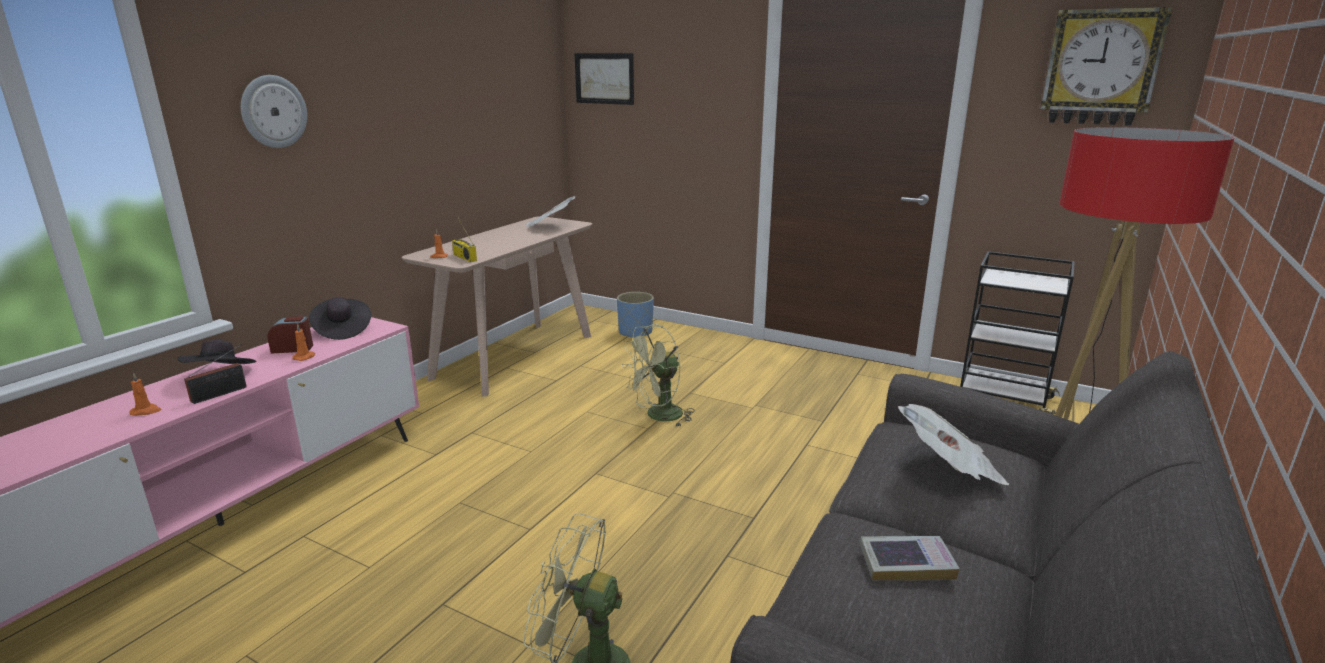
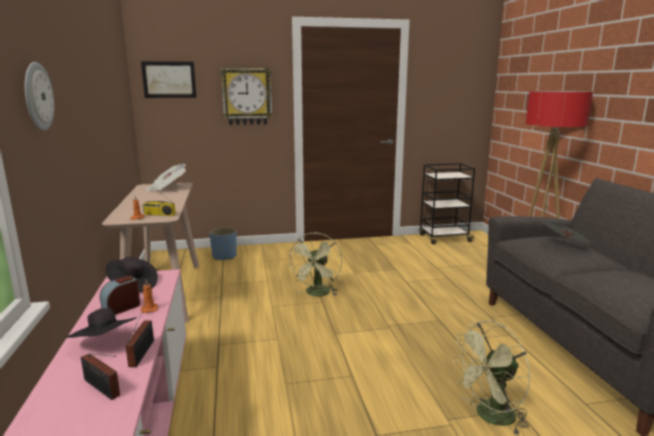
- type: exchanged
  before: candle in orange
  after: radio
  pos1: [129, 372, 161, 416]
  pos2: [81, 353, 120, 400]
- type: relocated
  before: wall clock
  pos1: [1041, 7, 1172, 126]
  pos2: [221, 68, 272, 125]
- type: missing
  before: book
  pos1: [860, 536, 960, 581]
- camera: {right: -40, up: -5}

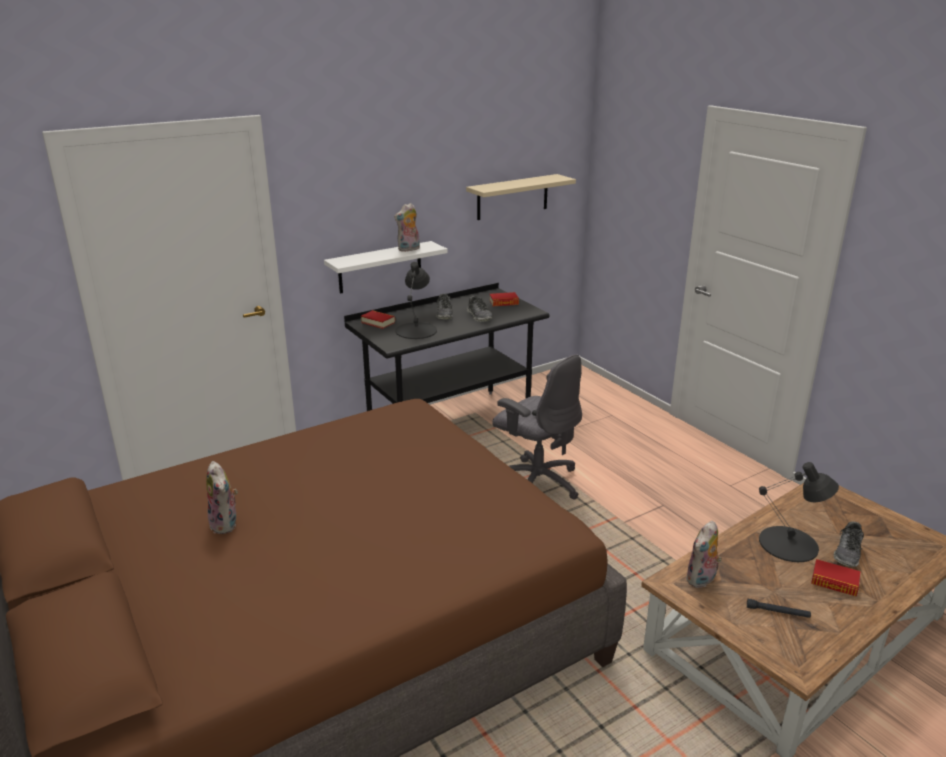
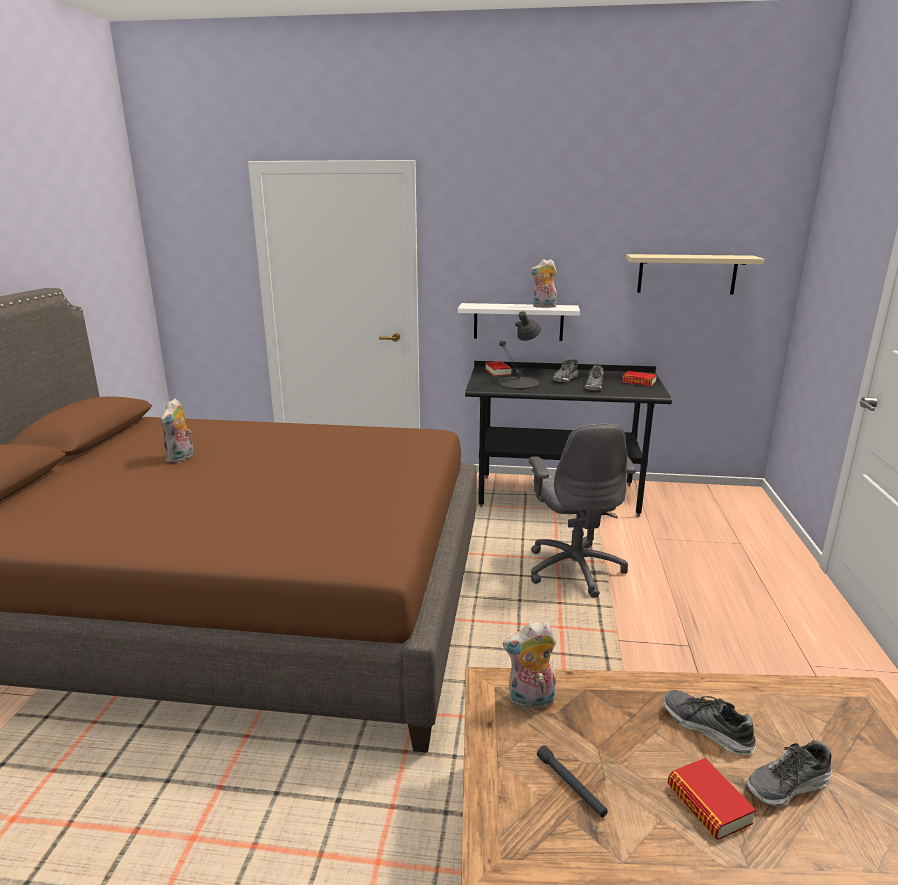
- type: exchanged
  before: table lamp in black
  after: shoe
  pos1: [759, 462, 839, 562]
  pos2: [663, 690, 756, 755]
- camera: {right: 40, up: -5}

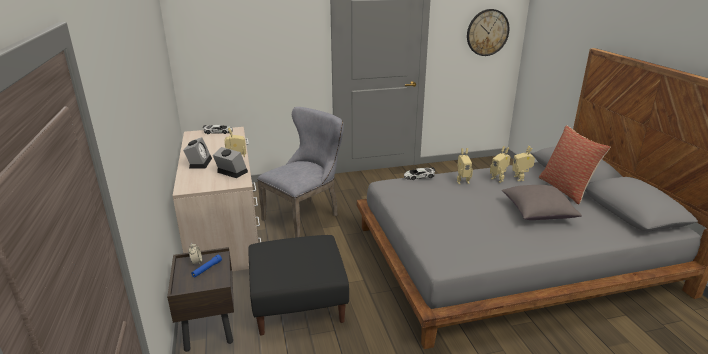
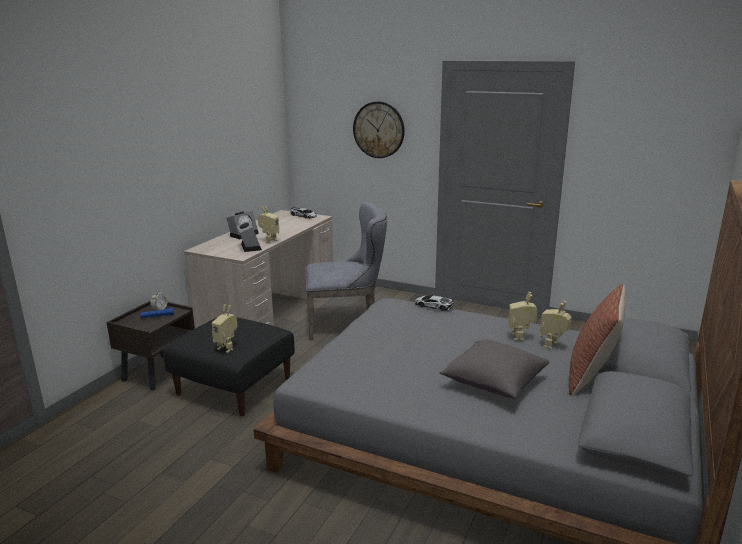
- type: relocated
  before: toy robot
  pos1: [457, 148, 473, 184]
  pos2: [212, 304, 237, 353]
- type: relocated
  before: wall clock
  pos1: [467, 9, 509, 56]
  pos2: [353, 101, 405, 158]
- camera: {right: 40, up: -5}

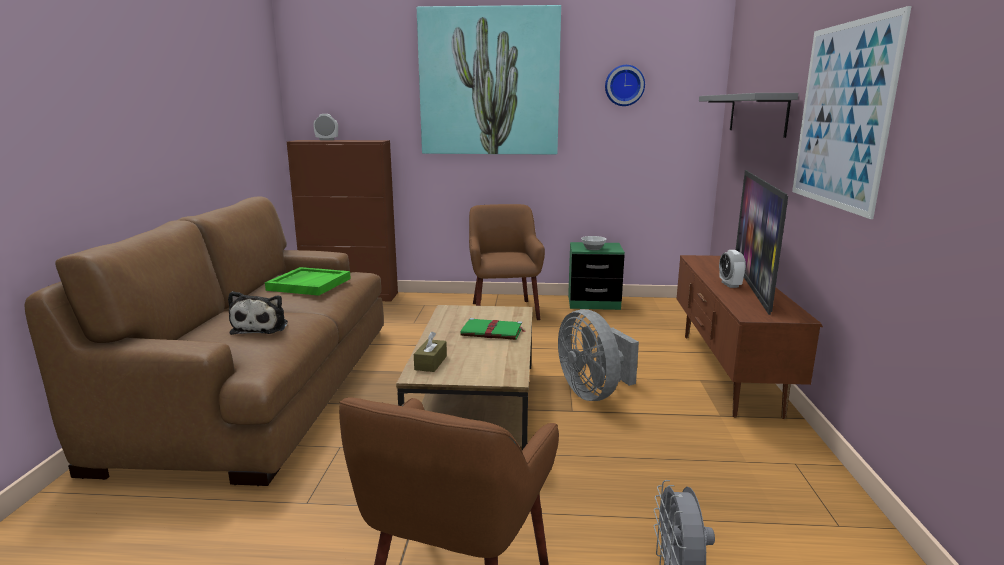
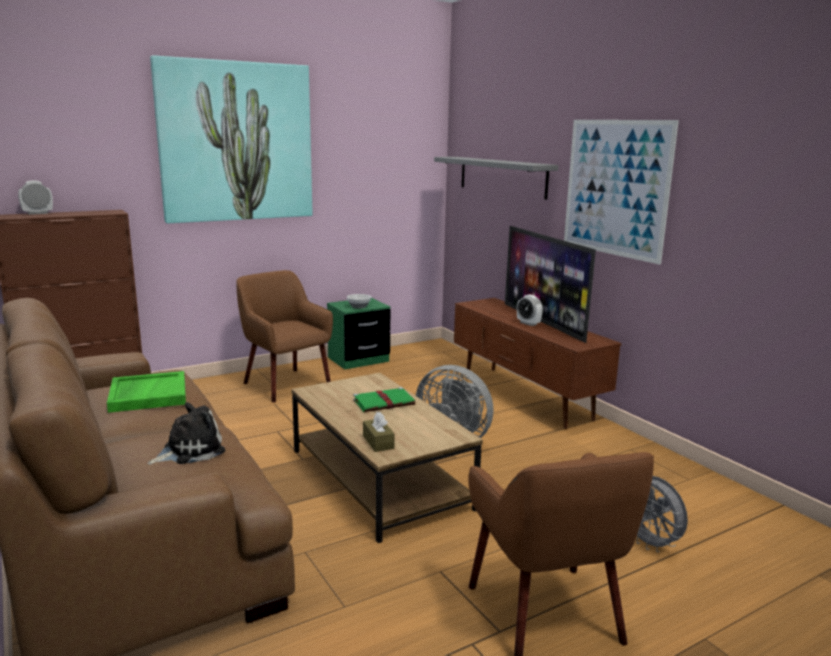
- type: spun
  before: plush toy
  pos1: [228, 291, 288, 335]
  pos2: [148, 402, 225, 465]
  turn: -90
- type: missing
  before: wall clock
  pos1: [605, 65, 645, 106]
- camera: {right: -35, up: 0}

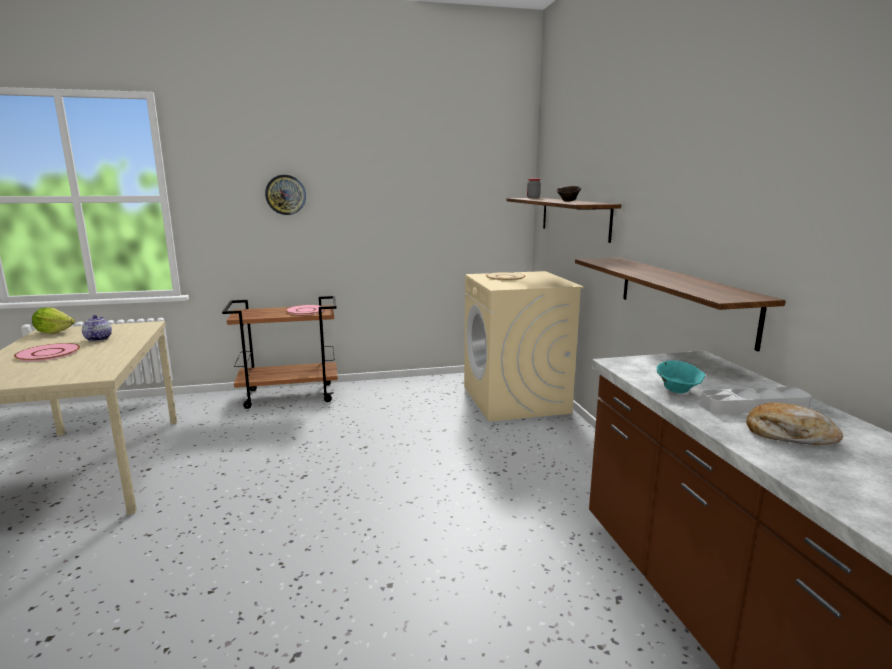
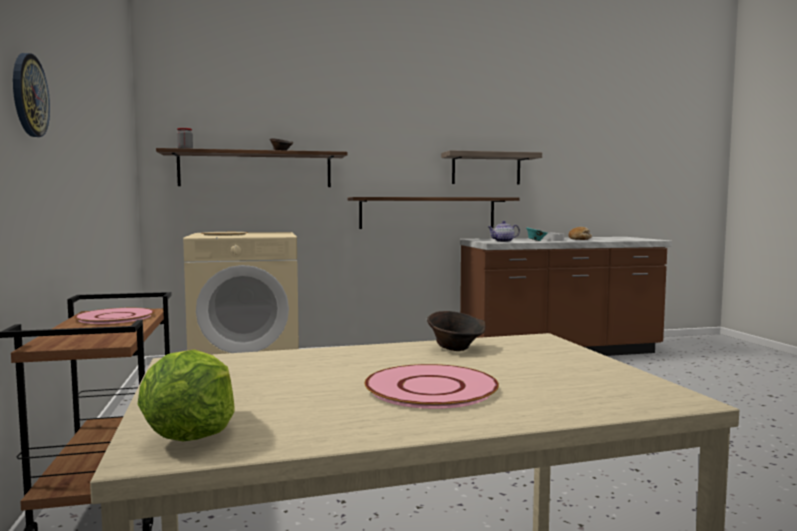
- type: appeared
  after: bowl in brown
  pos2: [427, 311, 485, 351]
- type: appeared
  after: shelf
  pos2: [441, 150, 542, 185]
- type: relocated
  before: teapot
  pos1: [82, 315, 112, 341]
  pos2: [488, 221, 520, 242]
- camera: {right: -90, up: -10}

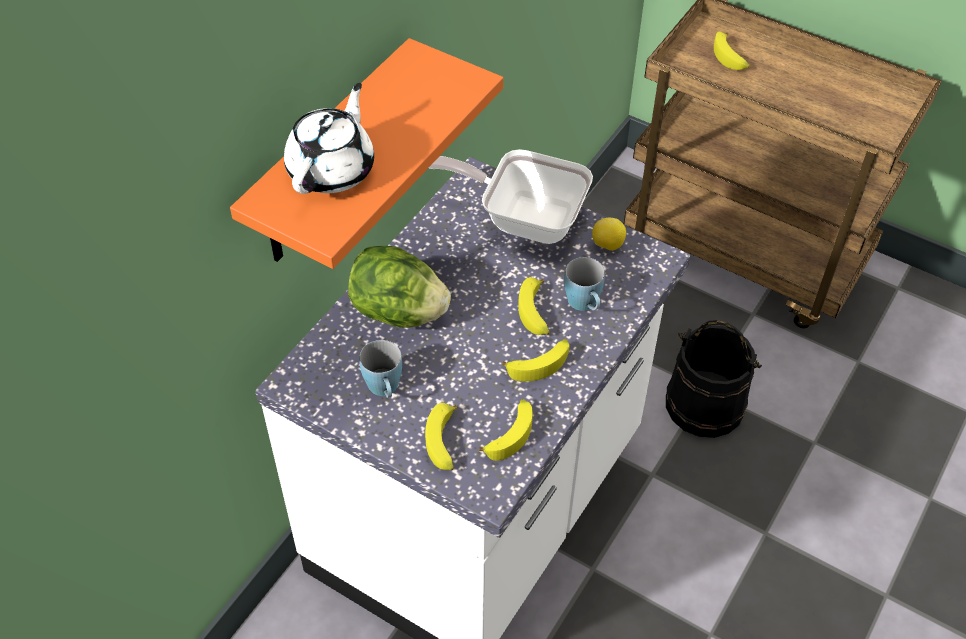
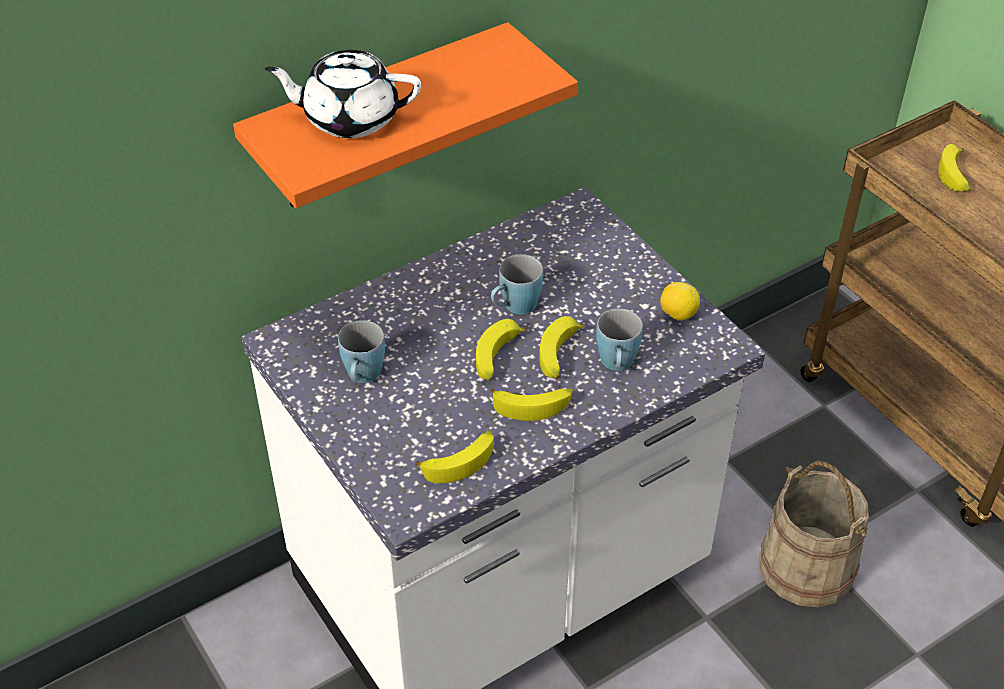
- type: spun
  before: teapot in white
  pos1: [284, 83, 374, 194]
  pos2: [265, 50, 421, 138]
  turn: -135
- type: relocated
  before: banana
  pos1: [425, 403, 458, 470]
  pos2: [476, 319, 525, 381]
- type: appeared
  after: mug in blue
  pos2: [491, 254, 543, 315]
- type: colour
  before: bucket in black
  after: bucket in beige
  pos1: [666, 320, 762, 438]
  pos2: [759, 461, 869, 607]
- type: missing
  before: lettuce
  pos1: [348, 246, 451, 328]
- type: missing
  before: frying pan
  pos1: [429, 149, 593, 244]
- camera: {right: 25, up: -5}

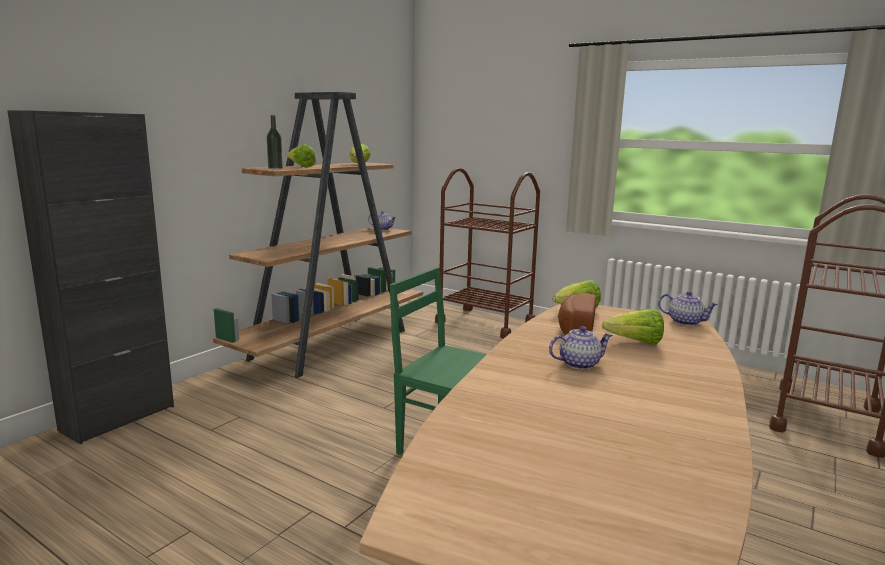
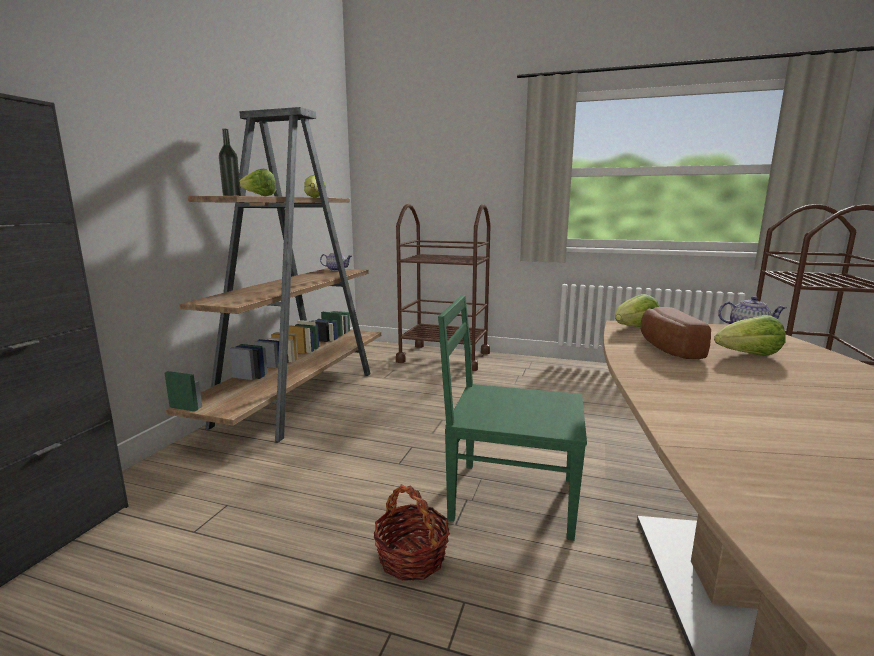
- type: appeared
  after: basket
  pos2: [373, 484, 450, 581]
- type: missing
  before: teapot
  pos1: [549, 326, 613, 370]
- camera: {right: -15, up: 0}

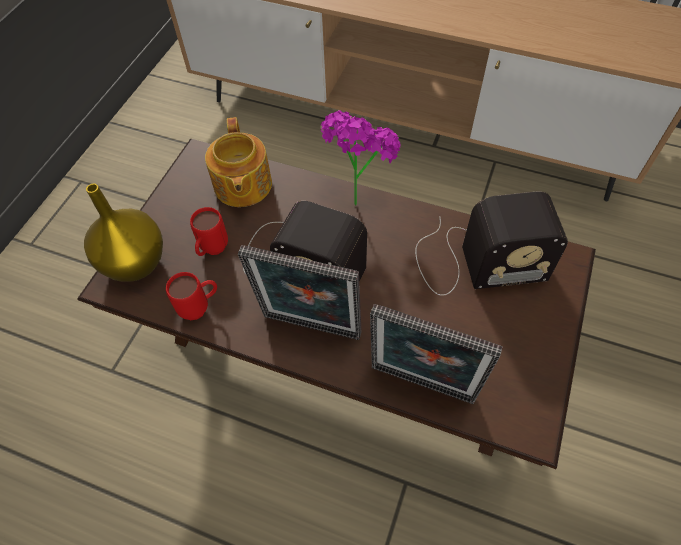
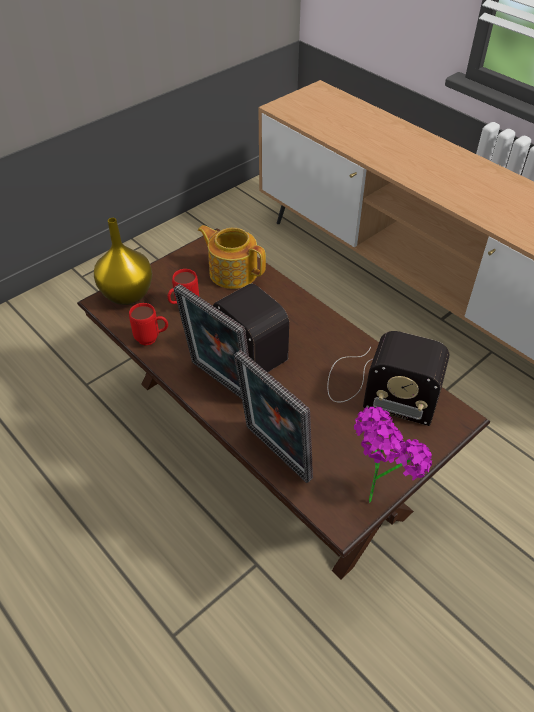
- type: spun
  before: teapot
  pos1: [205, 117, 272, 207]
  pos2: [198, 225, 266, 289]
  turn: 105
- type: relocated
  before: potted plant
  pos1: [321, 110, 400, 206]
  pos2: [354, 407, 432, 503]
- camera: {right: 25, up: -10}

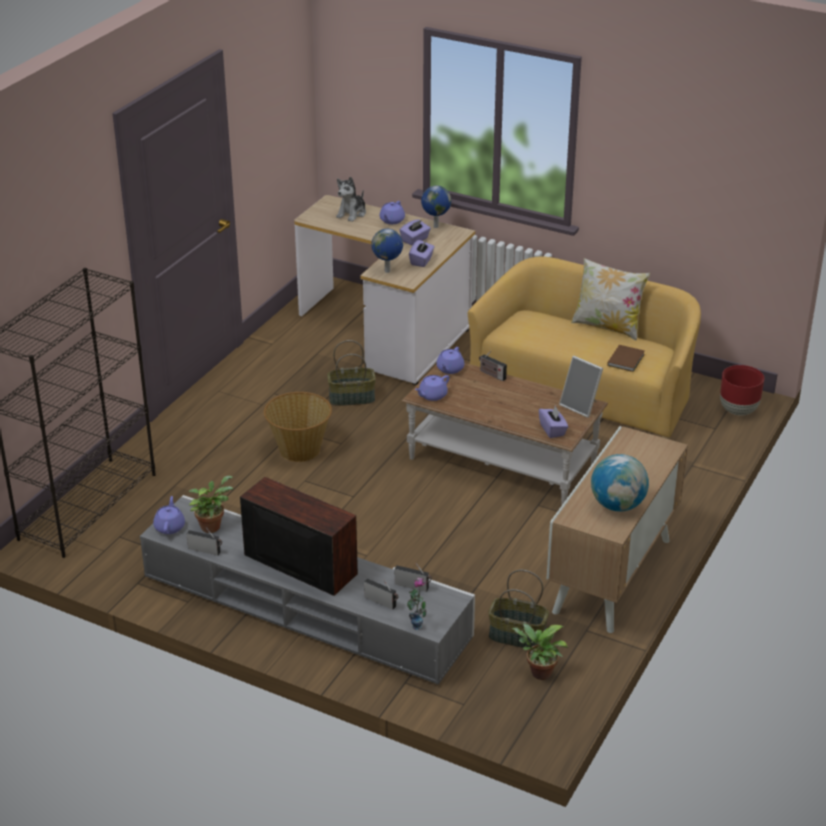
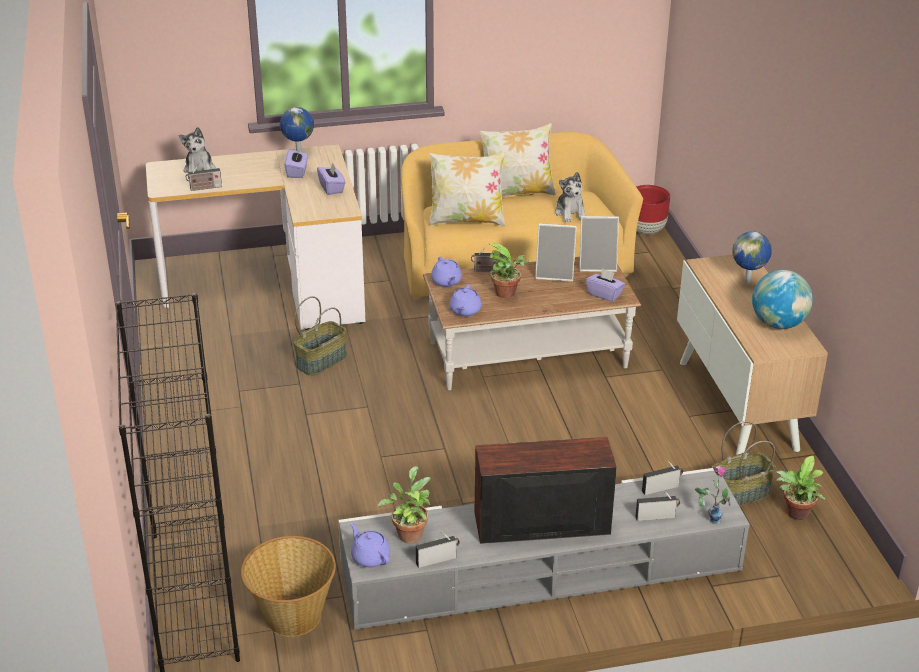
- type: appeared
  after: radio
  pos2: [186, 163, 222, 191]
- type: relocated
  before: basket
  pos1: [264, 392, 332, 462]
  pos2: [241, 536, 336, 637]
- type: appeared
  after: pillow
  pos2: [429, 152, 506, 227]
- type: appeared
  after: potted plant
  pos2: [489, 243, 529, 298]
- type: appeared
  after: picture frame
  pos2: [535, 223, 577, 282]
- type: exchanged
  before: book in brown
  after: plush toy
  pos1: [607, 345, 645, 372]
  pos2: [555, 172, 585, 222]
- type: relocated
  before: globe
  pos1: [371, 229, 403, 273]
  pos2: [732, 231, 772, 284]
- type: missing
  before: teapot in purple
  pos1: [380, 201, 405, 224]
- camera: {right: -40, up: 0}

